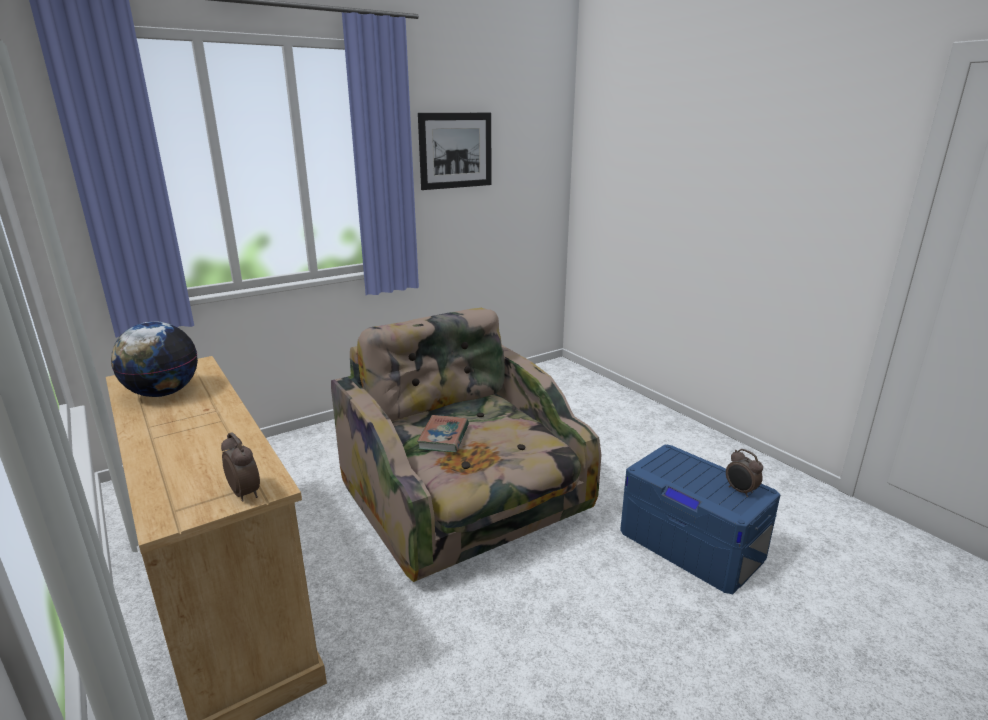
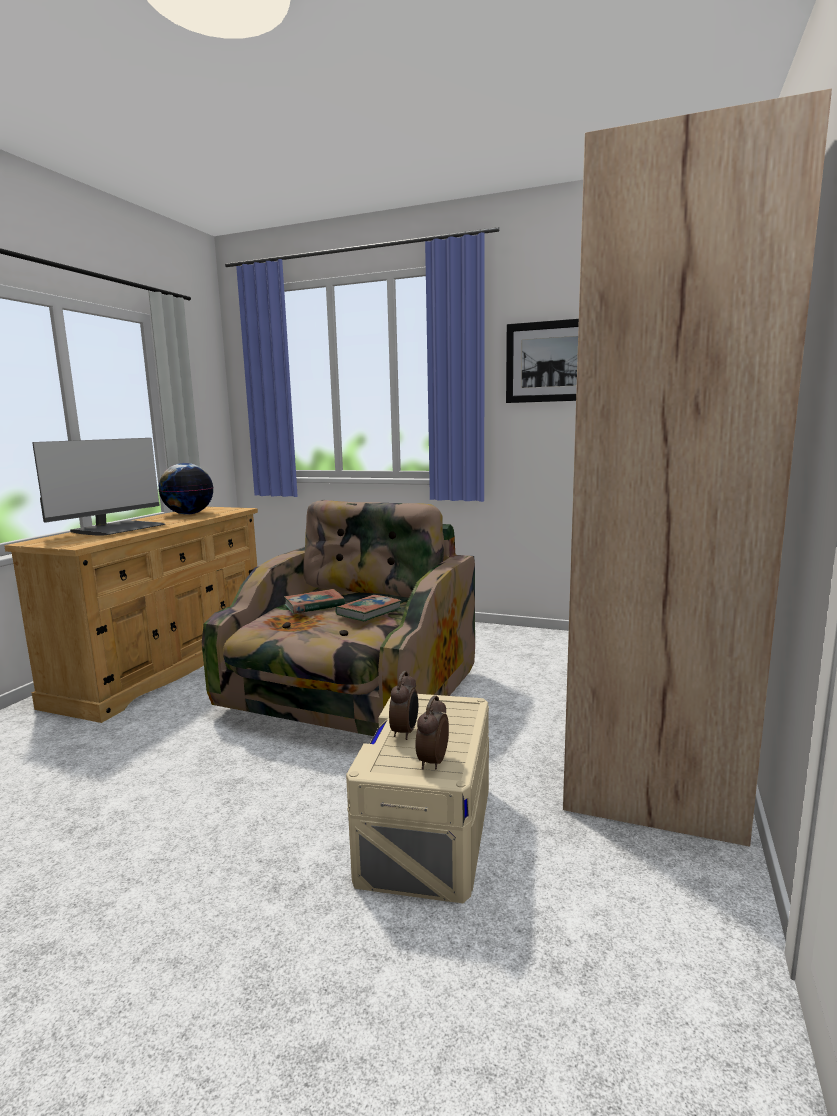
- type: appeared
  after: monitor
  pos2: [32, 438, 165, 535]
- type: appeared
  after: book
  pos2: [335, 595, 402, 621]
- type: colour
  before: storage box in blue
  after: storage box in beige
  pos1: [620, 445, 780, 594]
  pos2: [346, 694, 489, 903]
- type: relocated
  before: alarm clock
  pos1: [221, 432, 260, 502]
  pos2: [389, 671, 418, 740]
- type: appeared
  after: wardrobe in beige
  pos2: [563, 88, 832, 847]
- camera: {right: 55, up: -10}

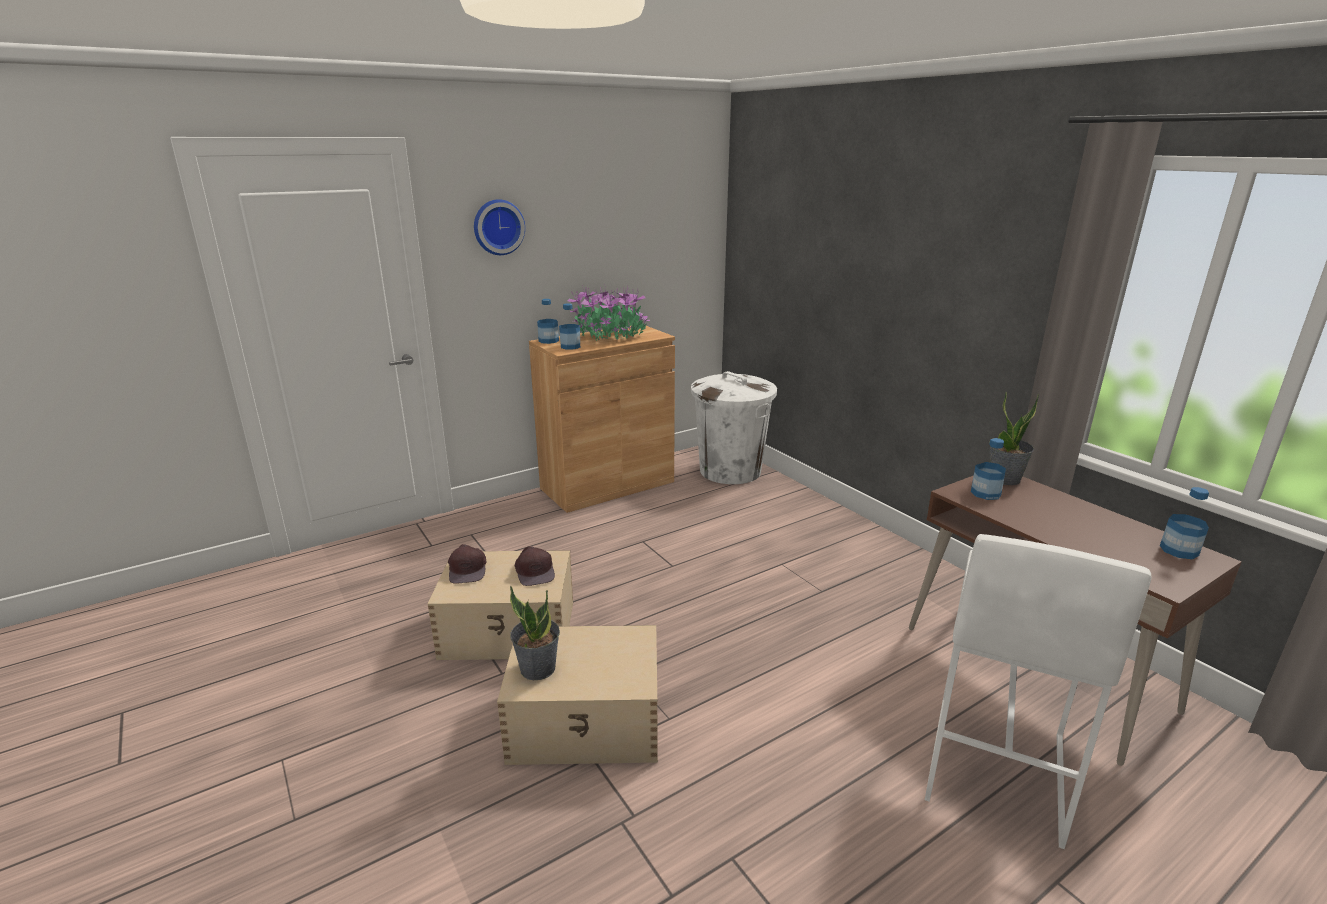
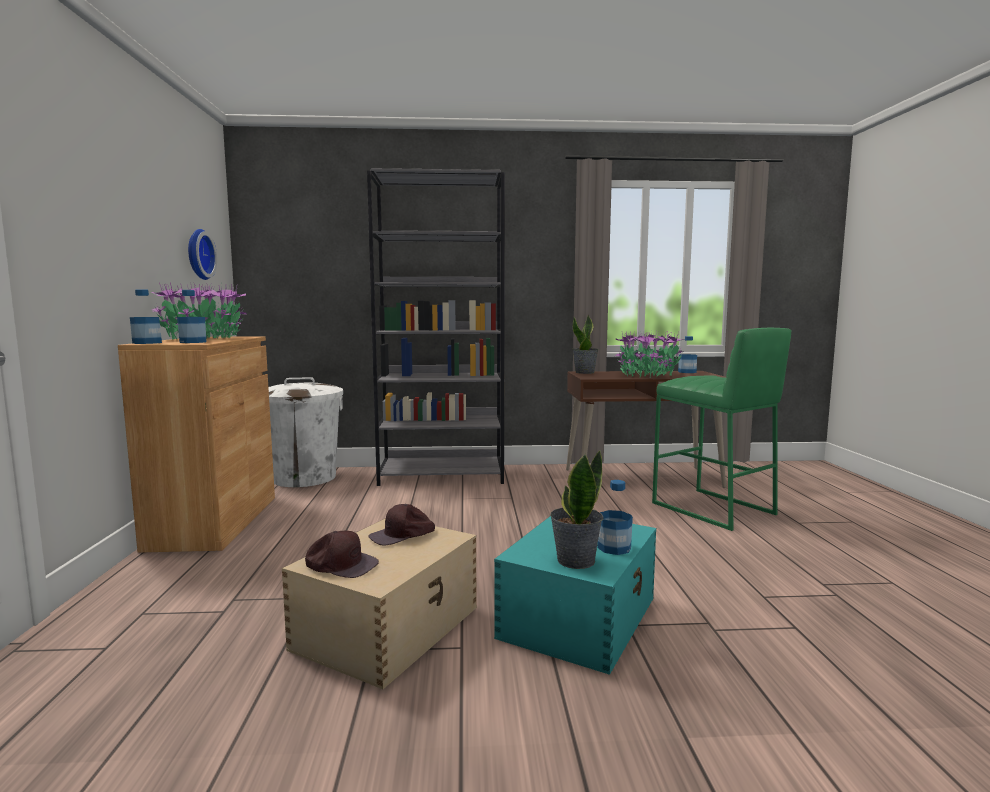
- type: relocated
  before: wall clock
  pos1: [474, 199, 525, 255]
  pos2: [188, 229, 217, 280]
- type: appeared
  after: bookcase in grey
  pos2: [367, 168, 505, 486]
- type: spun
  before: cap in brown
  pos1: [515, 546, 555, 586]
  pos2: [368, 504, 435, 546]
  turn: 135
- type: colour
  before: storage box in beige
  after: storage box in turquoise
  pos1: [497, 625, 658, 765]
  pos2: [494, 516, 656, 675]
- type: relocated
  before: bottle
  pos1: [971, 438, 1006, 500]
  pos2: [598, 480, 633, 555]
- type: appeared
  after: potted plant
  pos2: [615, 331, 684, 378]
- type: colour
  before: stool in white
  after: stool in green
  pos1: [925, 534, 1151, 849]
  pos2: [652, 328, 791, 531]
- camera: {right: -60, up: -15}

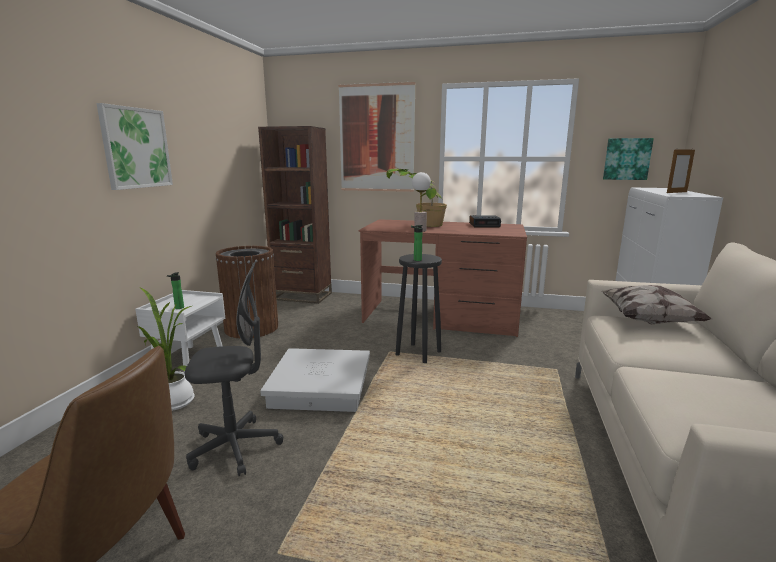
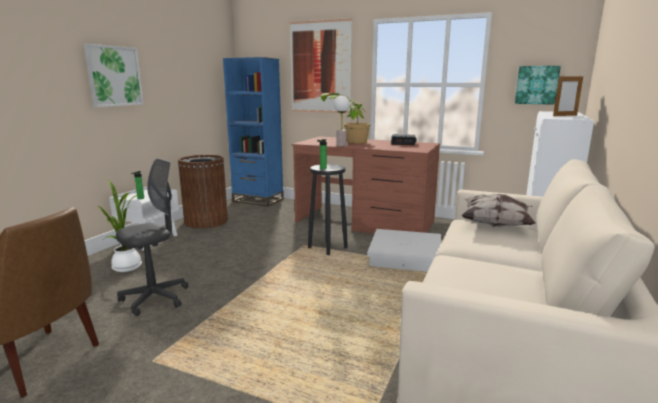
- type: spun
  before: office chair in grey
  pos1: [185, 262, 283, 476]
  pos2: [116, 158, 188, 316]
  turn: -45
- type: colour
  before: bookcase in brown
  after: bookcase in blue
  pos1: [258, 126, 332, 304]
  pos2: [223, 57, 284, 207]
- type: relocated
  before: storage box in white
  pos1: [260, 348, 370, 412]
  pos2: [367, 229, 441, 272]
- camera: {right: 10, up: 0}

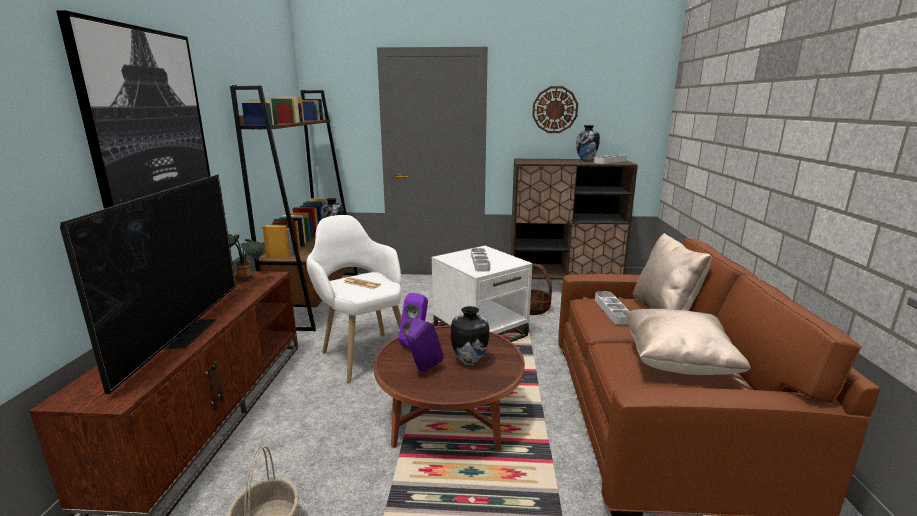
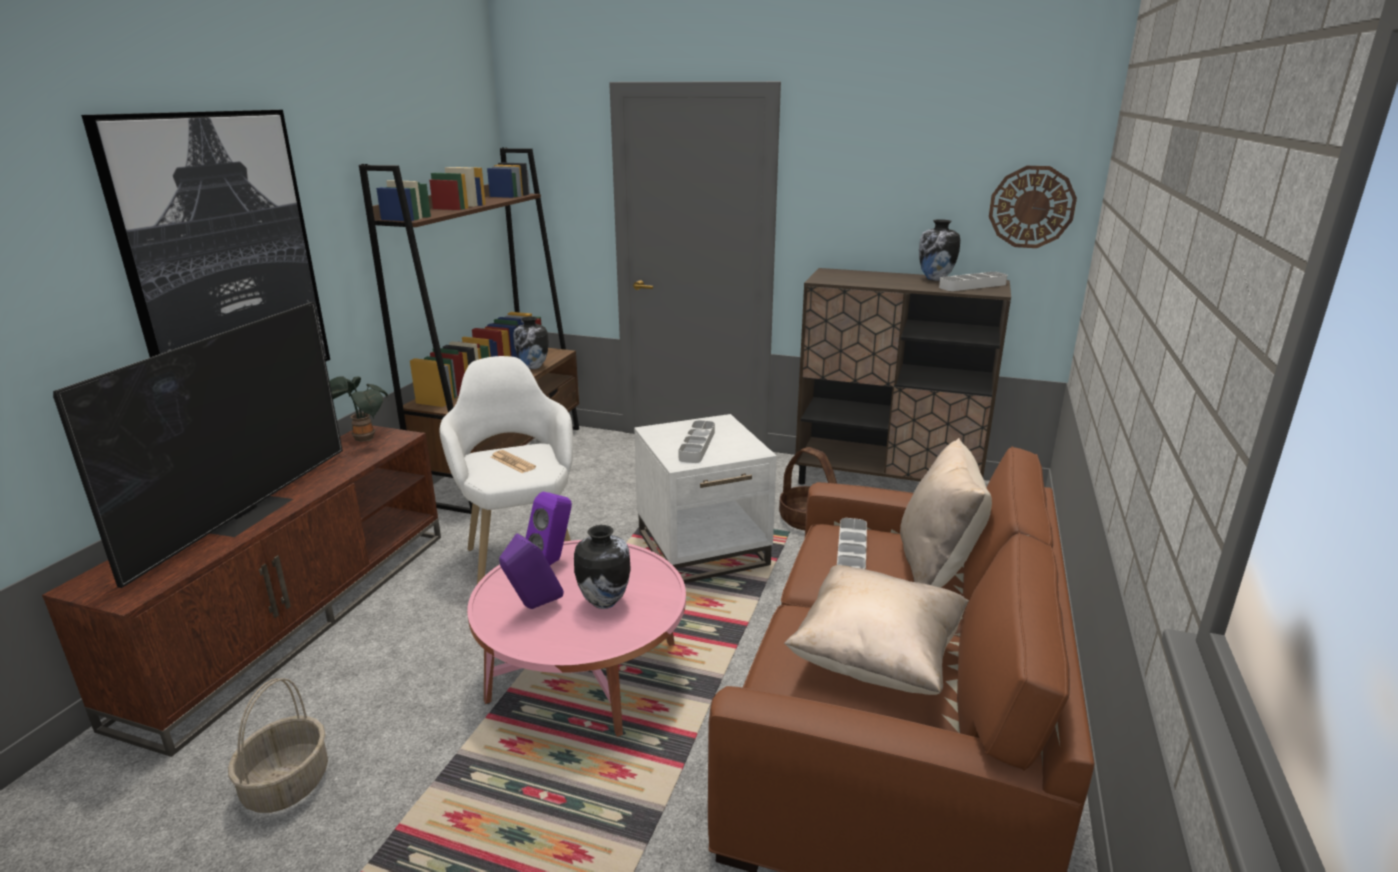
- type: colour
  before: coffee table in brown
  after: coffee table in pink
  pos1: [374, 326, 525, 452]
  pos2: [467, 540, 686, 737]
- type: relocated
  before: wall clock
  pos1: [532, 86, 578, 133]
  pos2: [989, 166, 1077, 248]
- camera: {right: 15, up: 5}

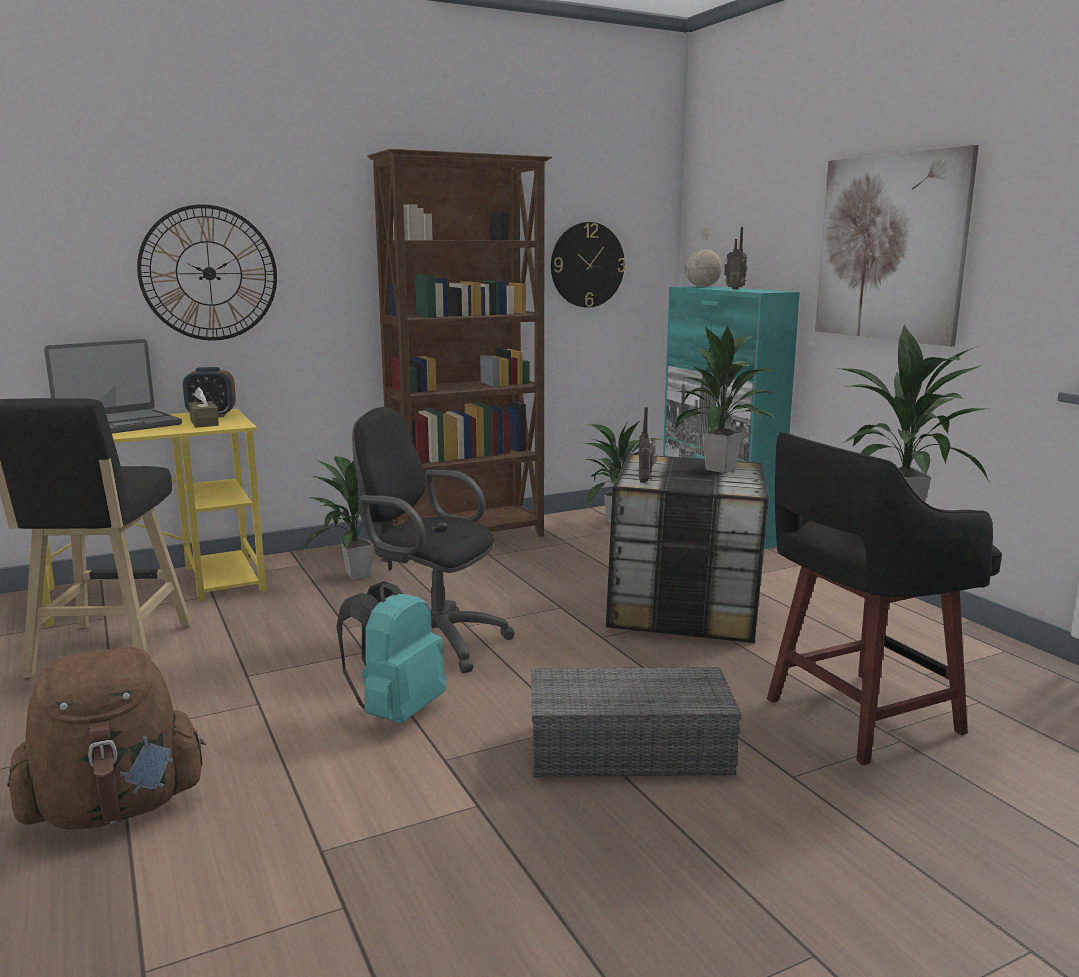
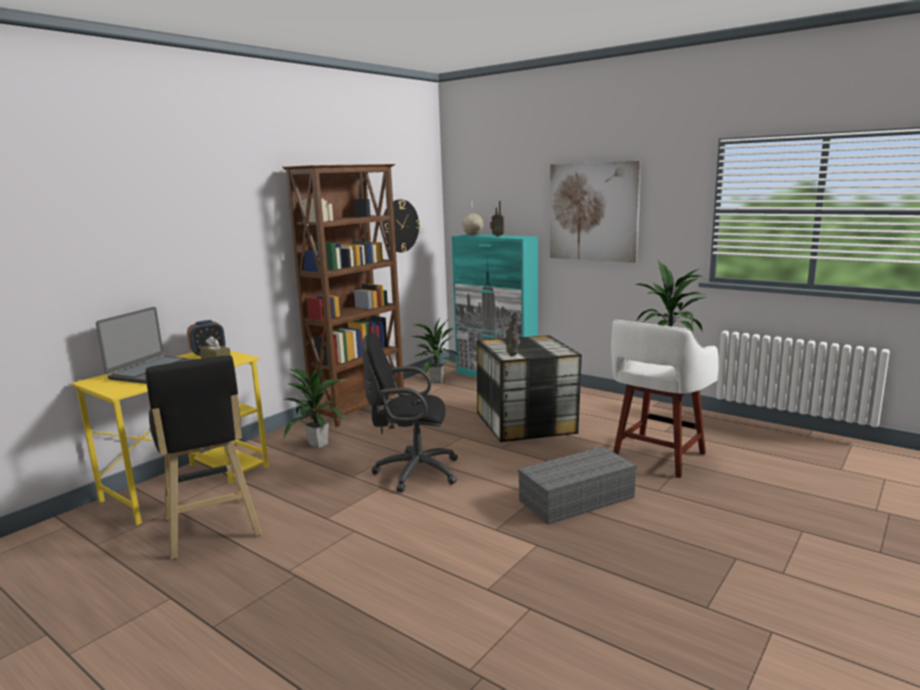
- type: colour
  before: stool in black
  after: stool in white
  pos1: [767, 432, 1002, 765]
  pos2: [611, 320, 719, 478]
- type: missing
  before: backpack in brown
  pos1: [7, 647, 206, 830]
- type: missing
  before: wall clock
  pos1: [137, 204, 277, 340]
- type: missing
  before: backpack in turquoise
  pos1: [336, 581, 446, 724]
- type: missing
  before: potted plant
  pos1: [673, 325, 779, 473]
- camera: {right: -25, up: 0}

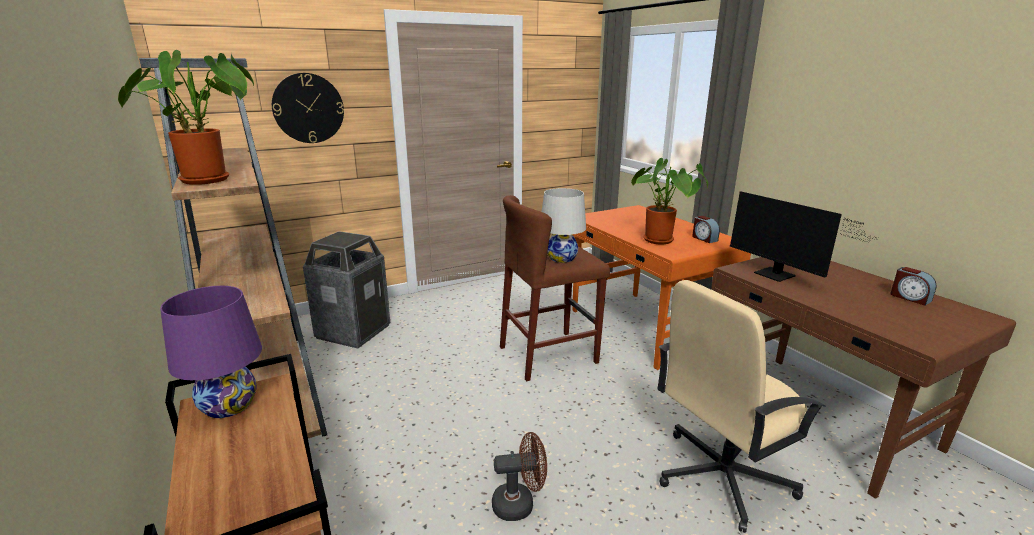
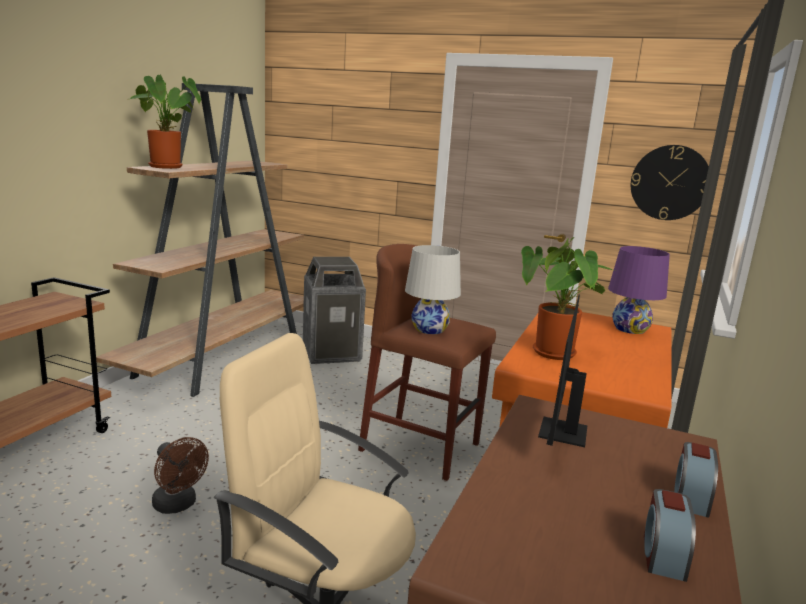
- type: relocated
  before: table lamp in purple
  pos1: [160, 286, 262, 418]
  pos2: [608, 246, 670, 334]
- type: relocated
  before: wall clock
  pos1: [272, 73, 344, 143]
  pos2: [631, 145, 709, 220]
- type: relocated
  before: alarm clock
  pos1: [692, 216, 720, 243]
  pos2: [674, 442, 718, 518]
- camera: {right: 50, up: -5}

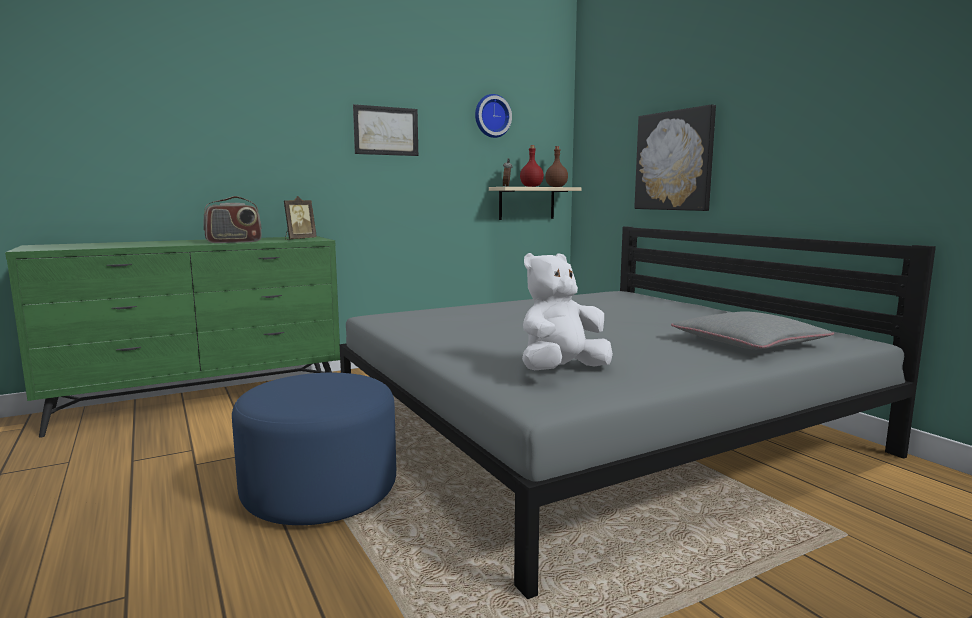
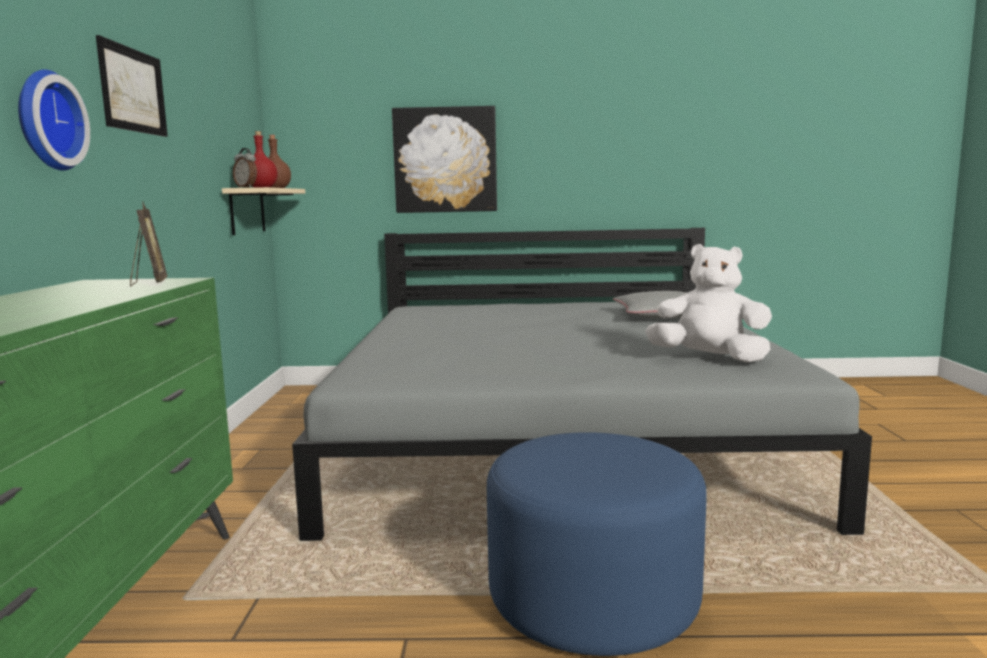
- type: relocated
  before: wall clock
  pos1: [475, 94, 512, 138]
  pos2: [18, 69, 90, 171]
- type: spun
  before: plush toy in white
  pos1: [522, 253, 613, 370]
  pos2: [645, 244, 772, 363]
  turn: 120
- type: missing
  before: radio
  pos1: [203, 196, 262, 243]
- camera: {right: -60, up: 0}

